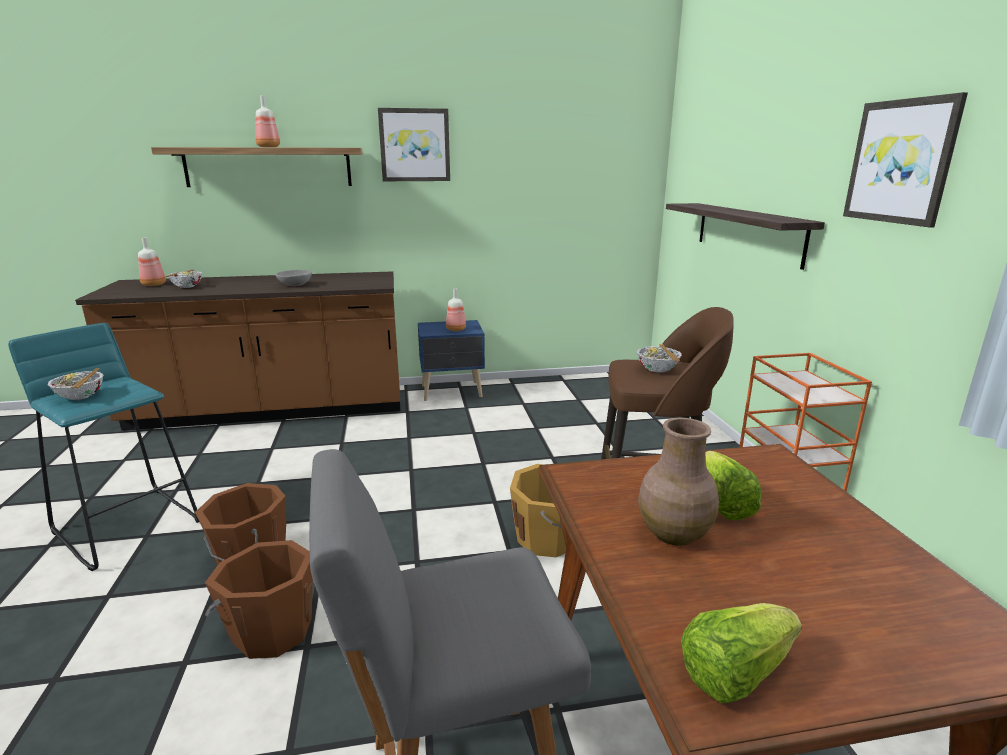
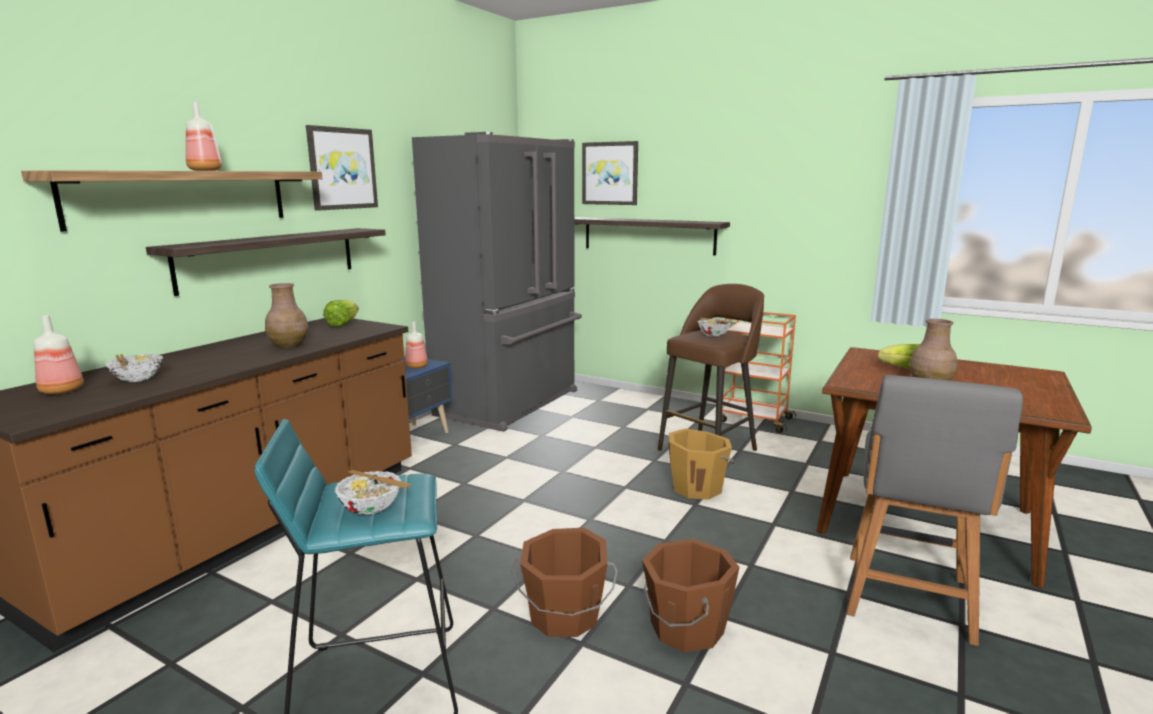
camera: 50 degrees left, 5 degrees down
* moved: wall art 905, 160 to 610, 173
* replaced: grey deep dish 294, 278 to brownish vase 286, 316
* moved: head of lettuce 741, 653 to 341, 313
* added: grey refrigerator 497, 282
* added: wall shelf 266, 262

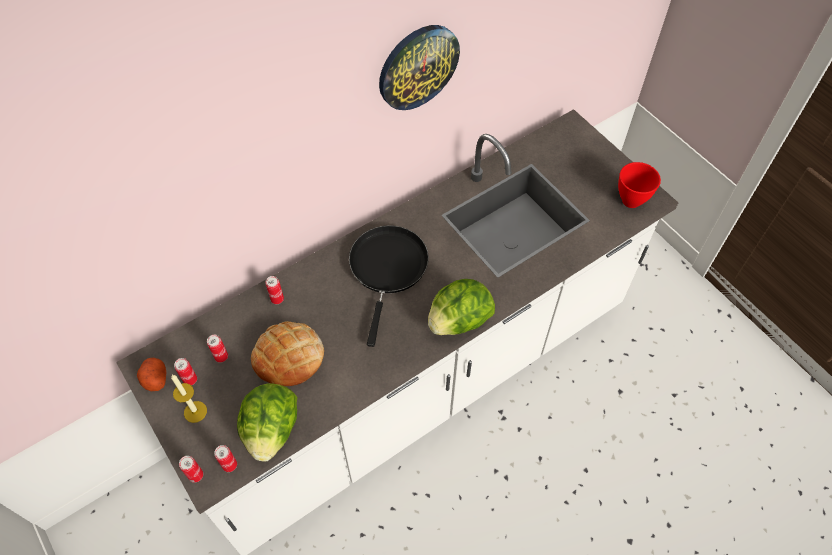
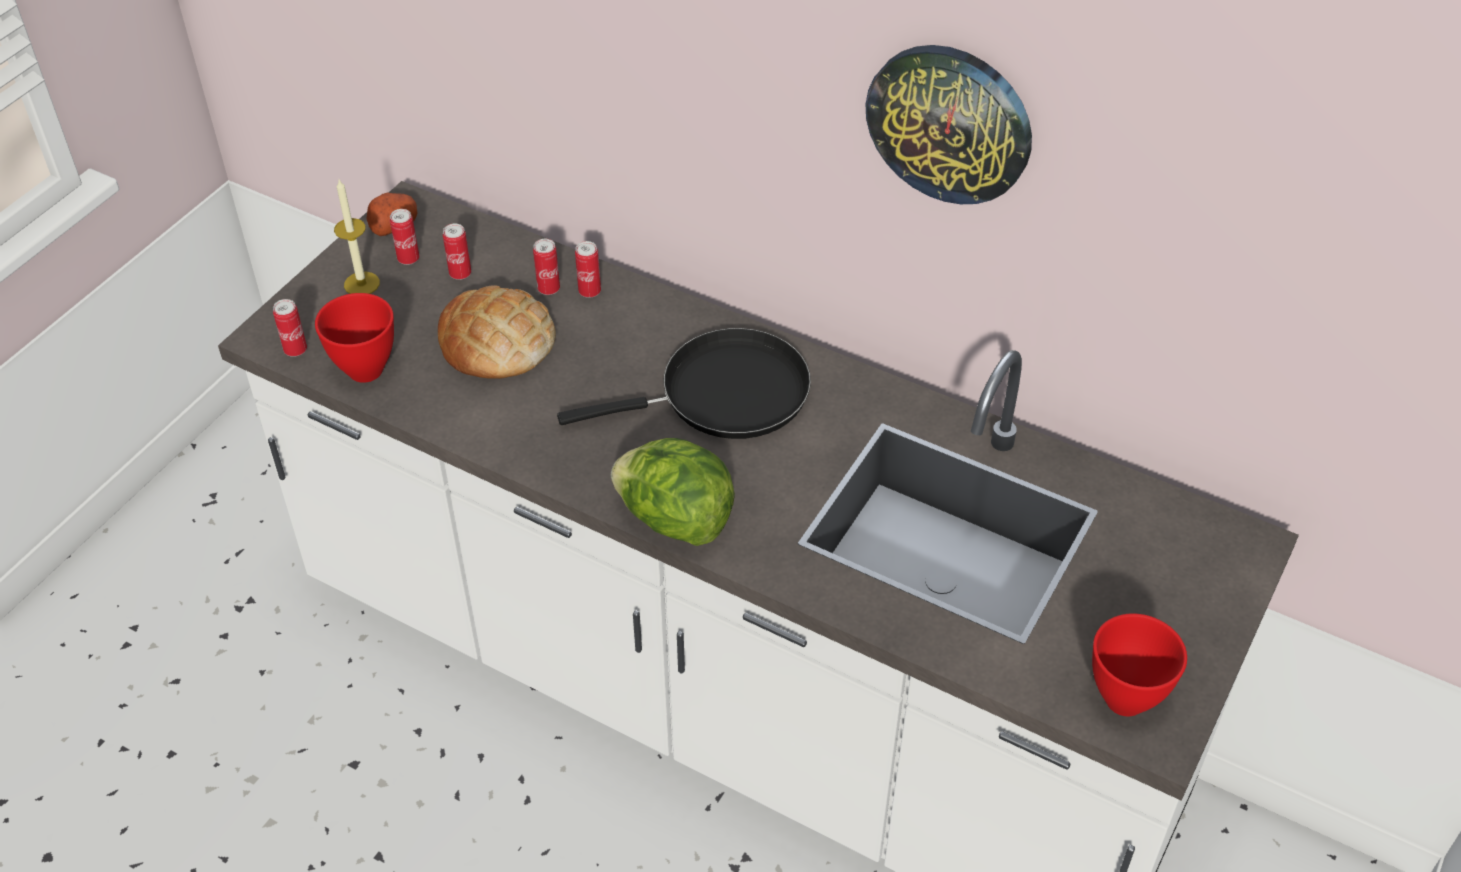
camera: 65 degrees right, 10 degrees down
* replaced: head of lettuce 267, 422 to red-coloured deep dish 354, 338
* moved: sealed can 191, 469 to 546, 267

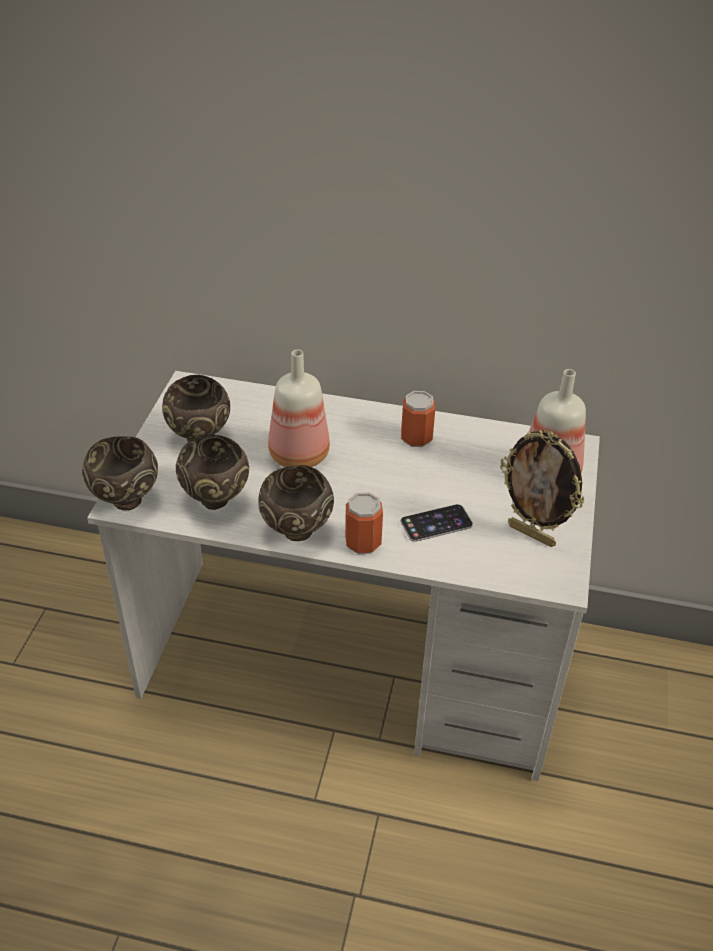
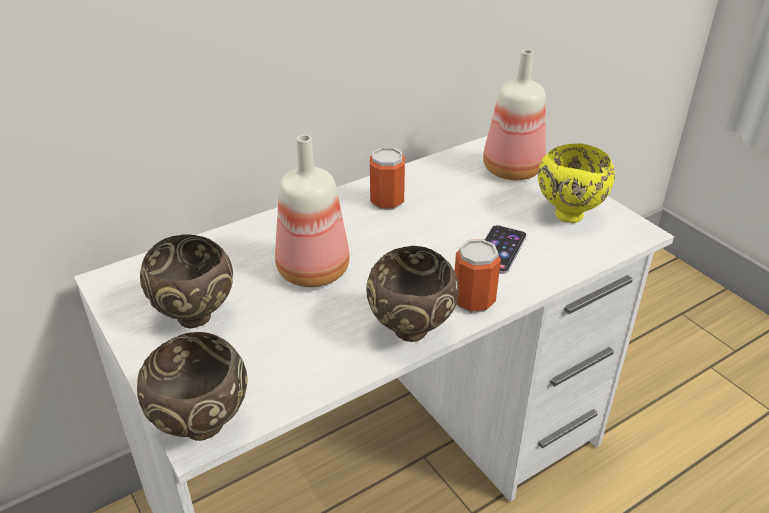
camera: 45 degrees left, 5 degrees down
* replaced: photo frame 542, 488 to yellow deep dish 576, 183
* removed: brownish deep dish 212, 472

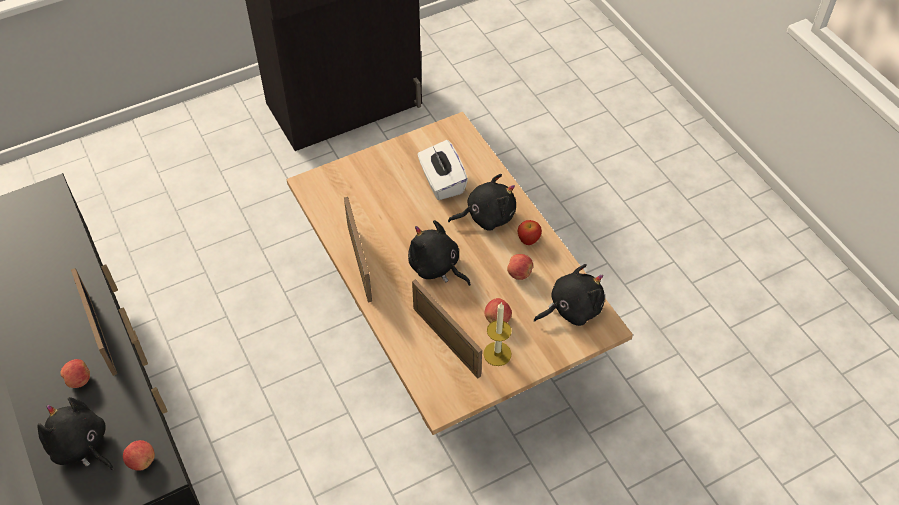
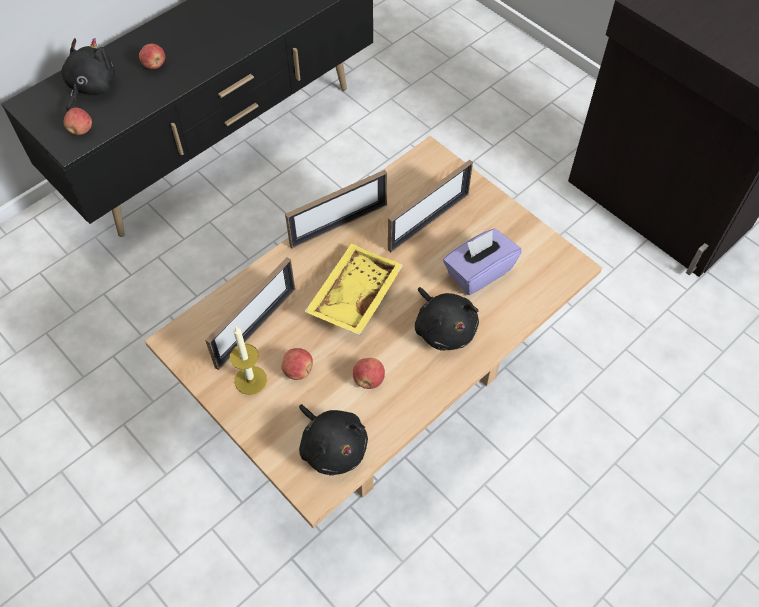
camera: 75 degrees right, 5 degrees up
* recoloured: white box of tissues 442, 170 to purplish box of tissues 482, 262
* replaced: blackish plush toy 439, 253 to yellow serving tray 353, 289
* removed: whole apple 530, 232
* moved: photo frame 94, 322 to 430, 206

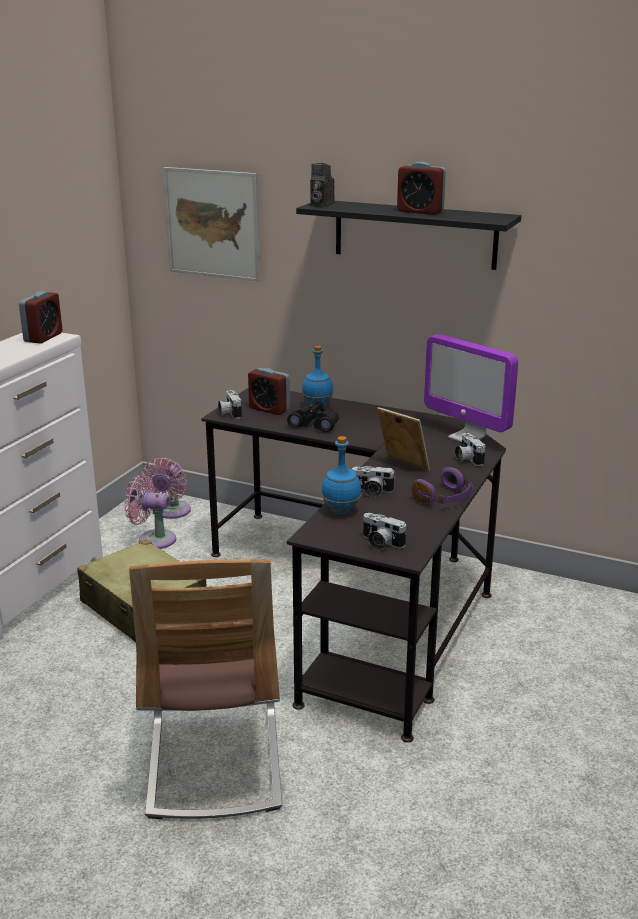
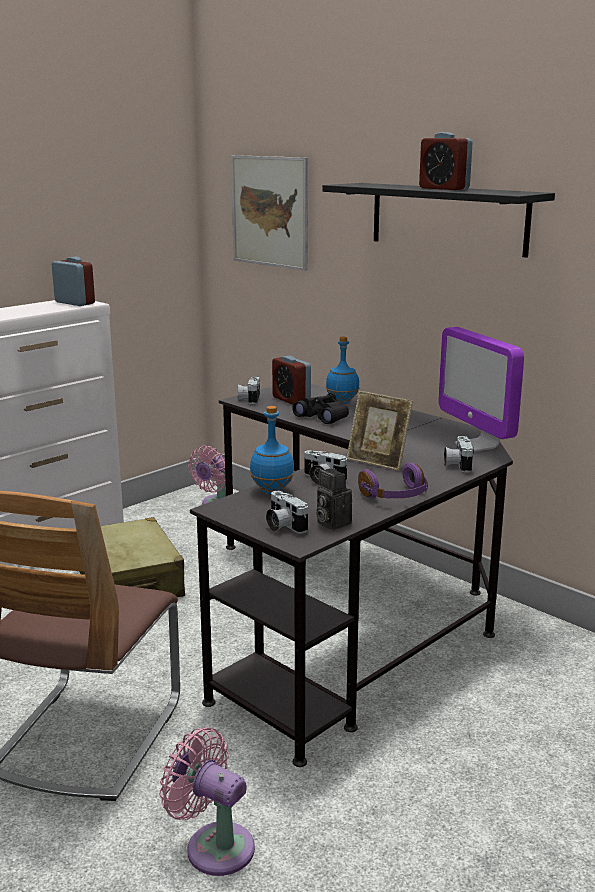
camera: 20 degrees right, 5 degrees down
* moved: photo camera 322, 185 to 334, 499
* turned: table clock 41, 317 = 73, 281 90 degrees counterclockwise
* turned: photo frame 403, 439 = 379, 430 150 degrees clockwise
* moved: pink fan 150, 512 to 207, 801

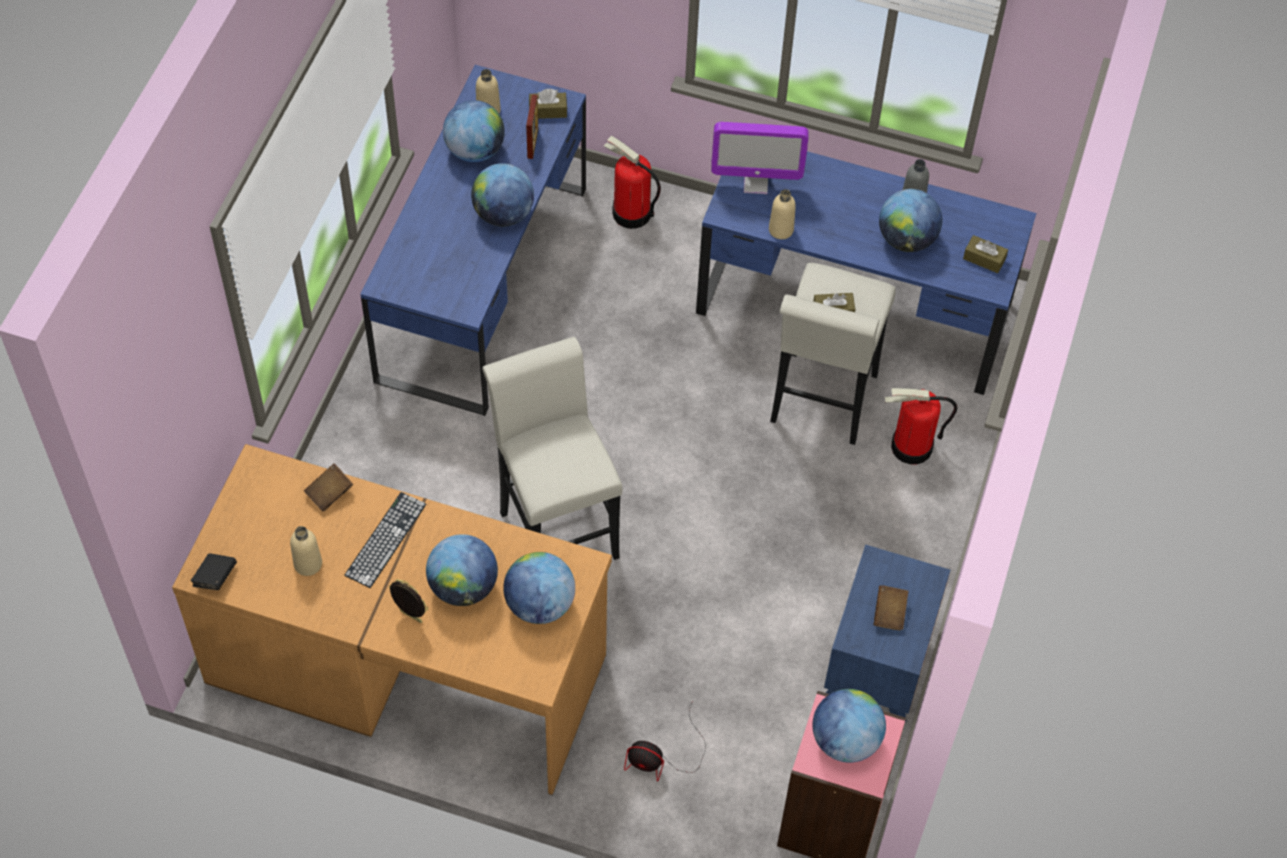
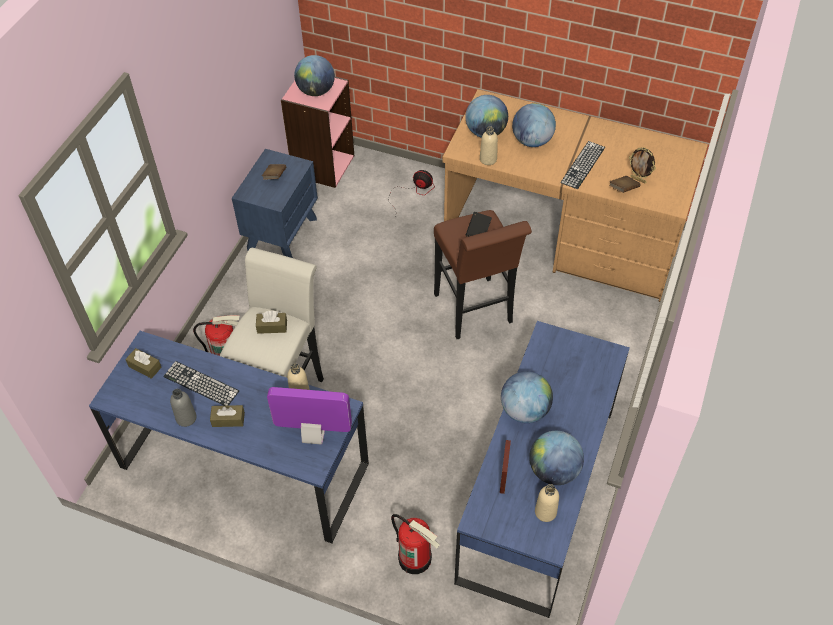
camera: 175 degrees left, 5 degrees down
* moved: brownish box of tissues 548, 104 to 227, 416
* replaced: desk globe 910, 220 to PC keyboard 201, 383
* recoloured: white stool seat 552, 448 to brownish stool seat 483, 274
* moved: beige drink bottle 306, 551 to 489, 146
* moved: blackish book 214, 571 to 479, 224
* moved: photo frame 408, 601 to 642, 165

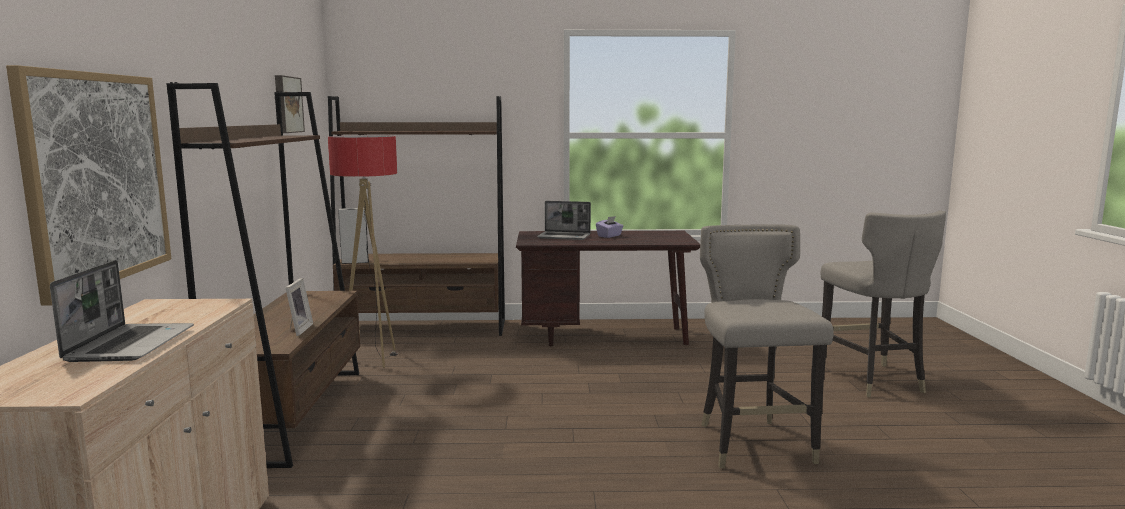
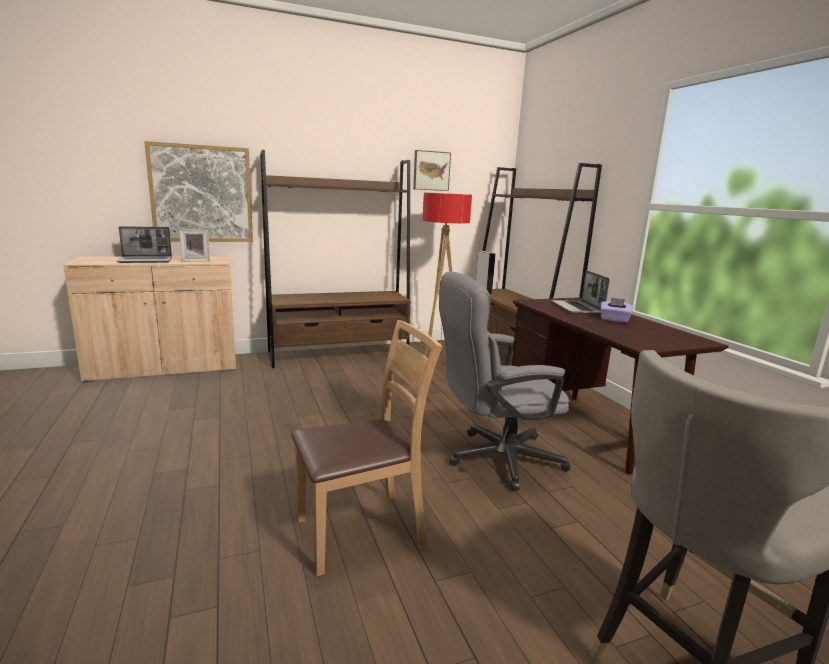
camera: 70 degrees right, 5 degrees up
* replaced: grey stool seat 767, 346 to brownish upright chair 366, 448
* moved: photo frame 299, 307 to 194, 245
* added: grey office chair 505, 381

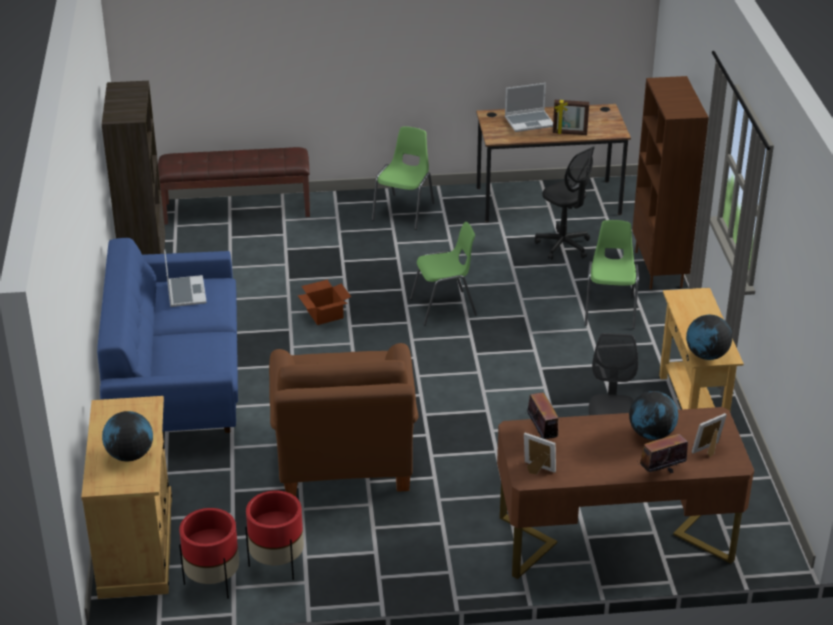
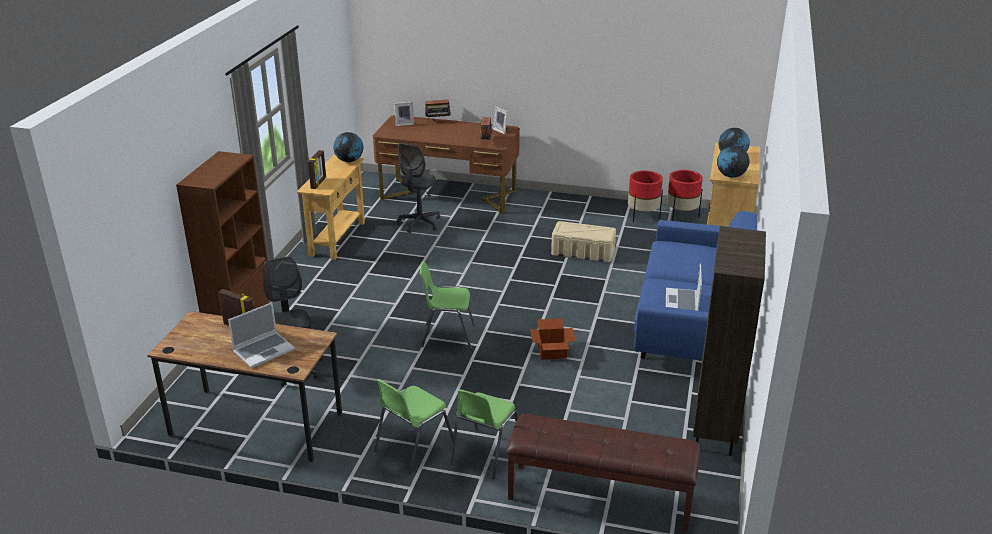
camera: 160 degrees left, 5 degrees down
* turned: laptop 529, 107 = 261, 335 135 degrees clockwise
* moved: green upright chair 612, 274 to 484, 434
* replaced: brownish armchair 343, 420 to beige storage box 583, 242
* moved: desk globe 653, 415 to 733, 162
* added: photo frame 317, 169

